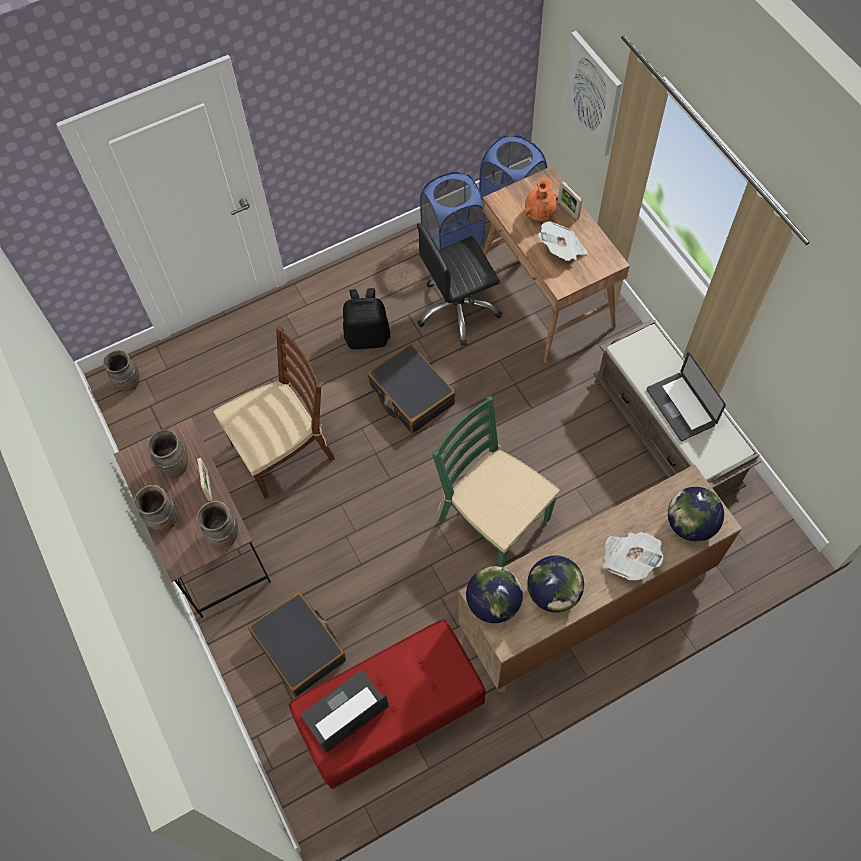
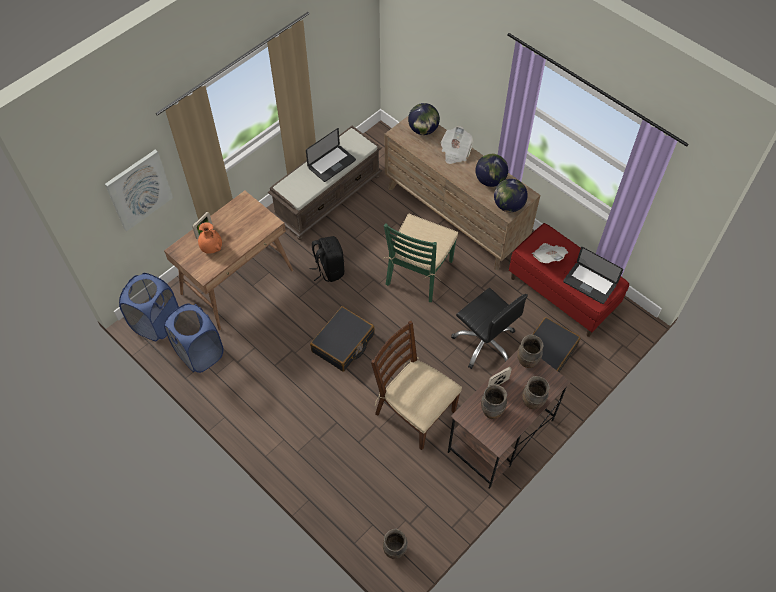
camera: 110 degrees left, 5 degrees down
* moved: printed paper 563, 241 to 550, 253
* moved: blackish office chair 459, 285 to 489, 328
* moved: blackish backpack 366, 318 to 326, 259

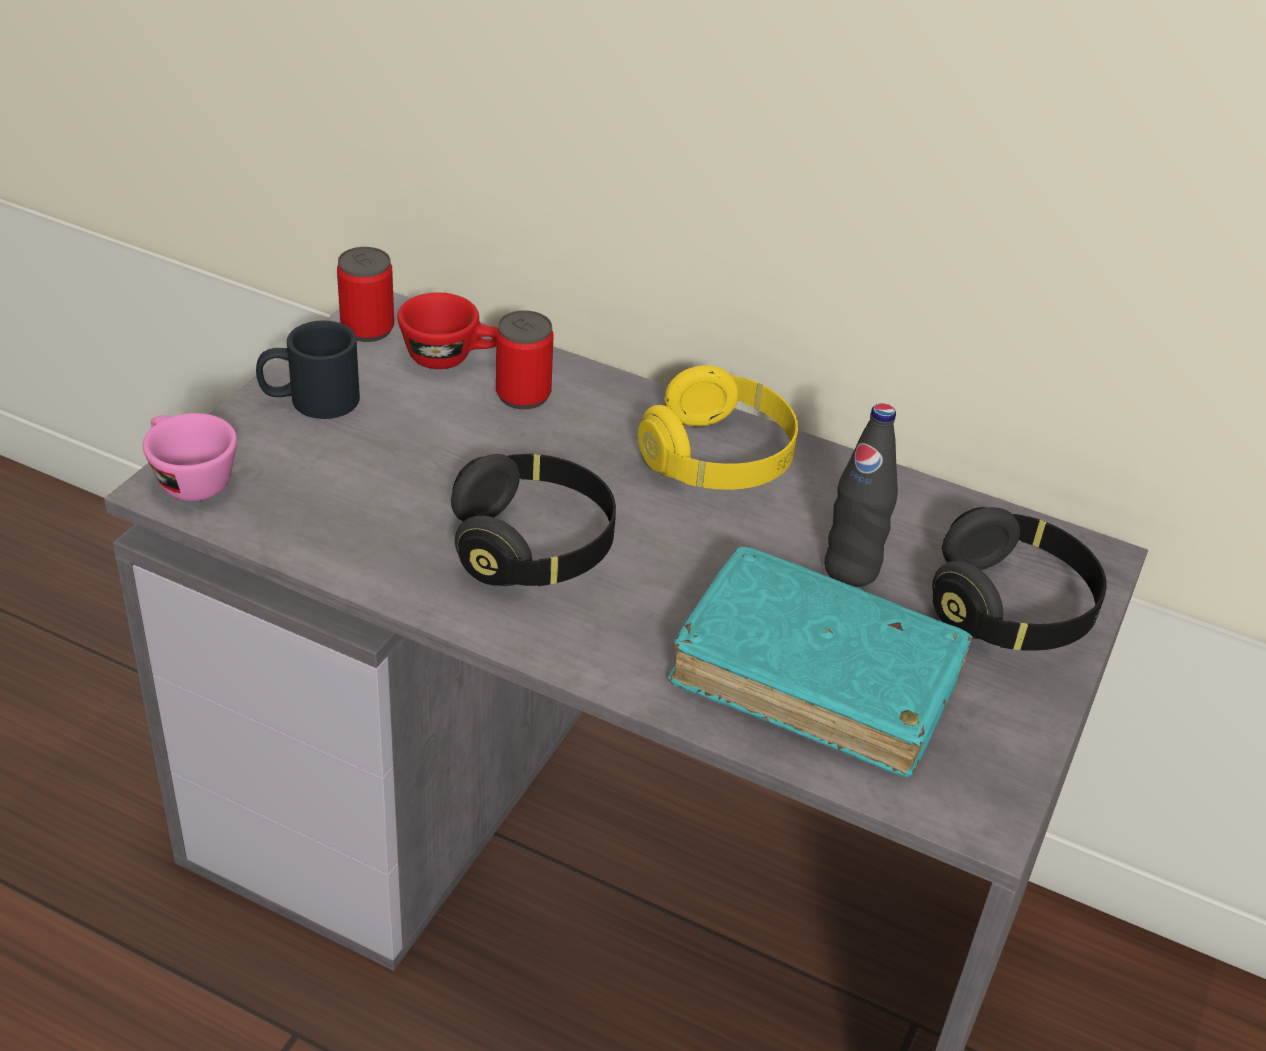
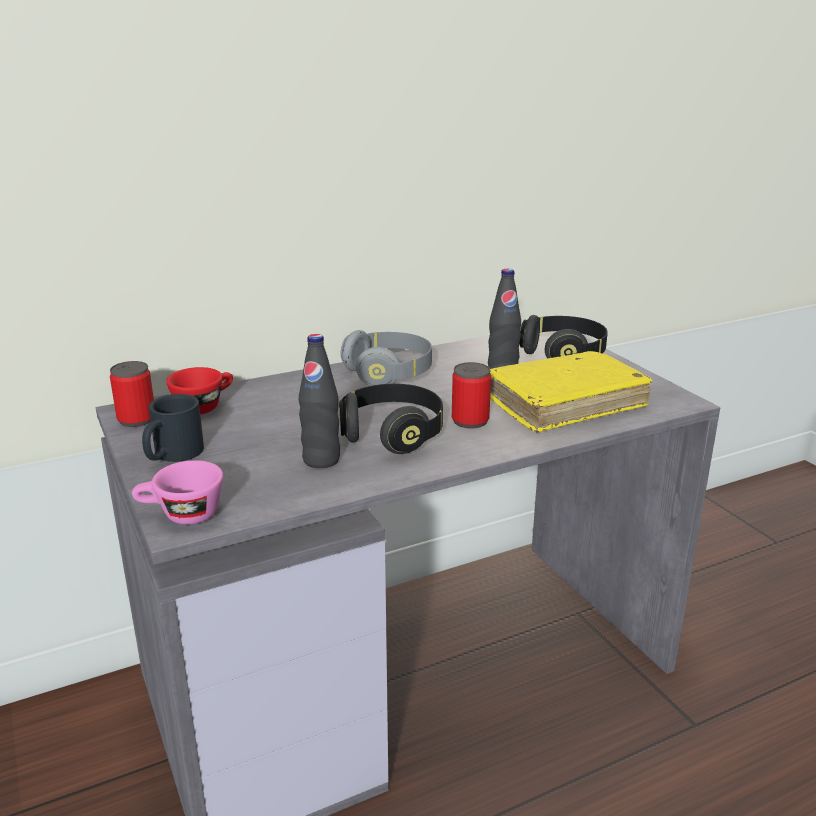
camera: 50 degrees left, 15 degrees down
* moved: sealed can 525, 359 to 471, 395
* recoloured: yellow pair of headphones 718, 427 to grey pair of headphones 386, 358
* recoloured: blue-green book 820, 661 to yellow book 571, 391
* added: blackish drink bottle 319, 401

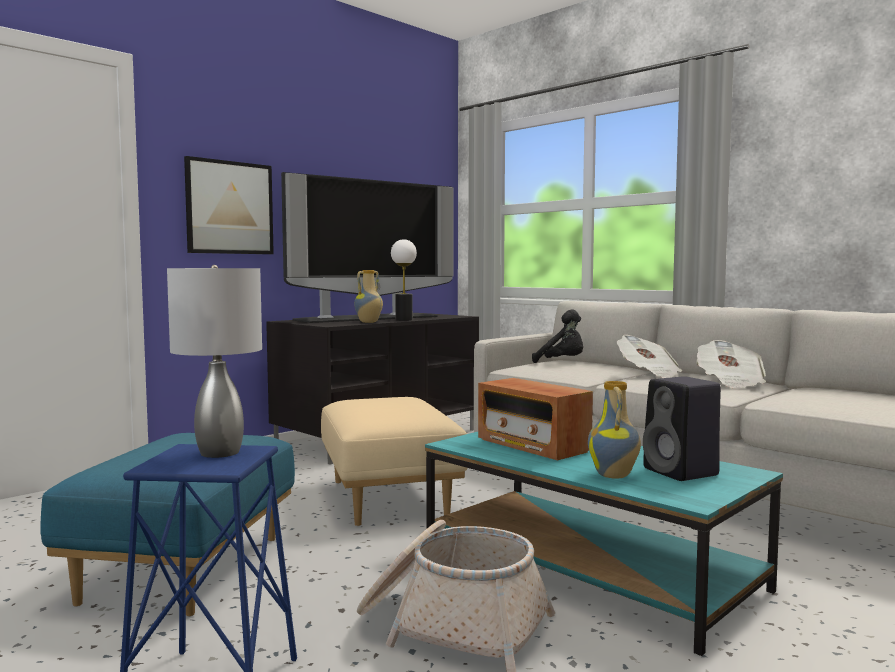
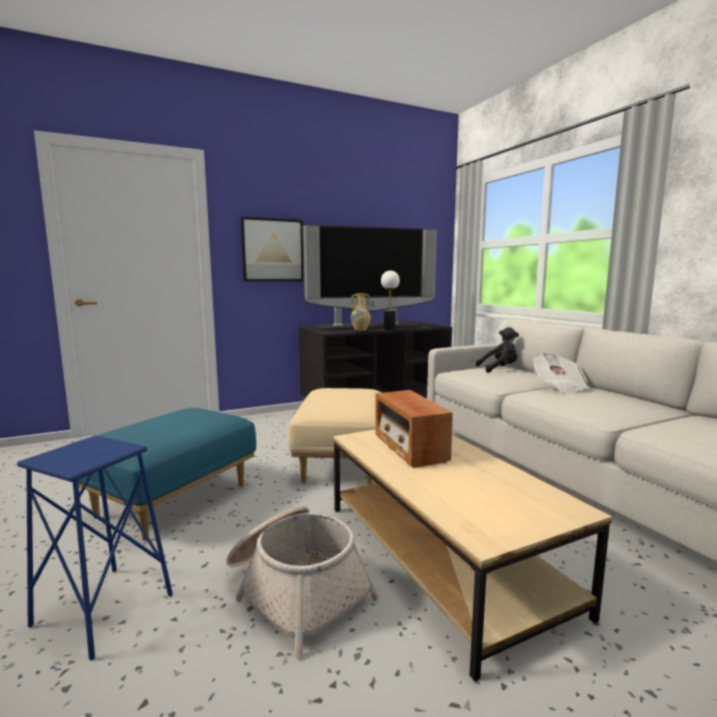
camera: 20 degrees right, 5 degrees up
* removed: grey tabletop lamp 214, 361
* turned: blackish plush toy 557, 336 = 497, 350 60 degrees counterclockwise
* removed: printed paper 731, 364
* removed: blackish loudspeaker 682, 428
* removed: vase 614, 430
* recoloured: blue-green low table 604, 544 to beige low table 472, 555

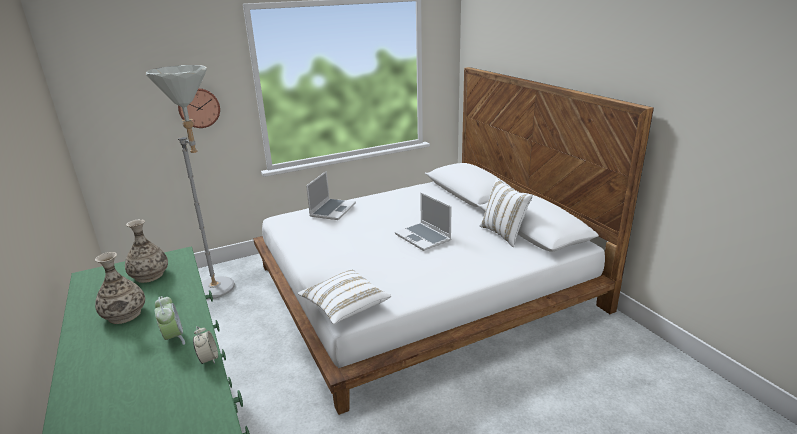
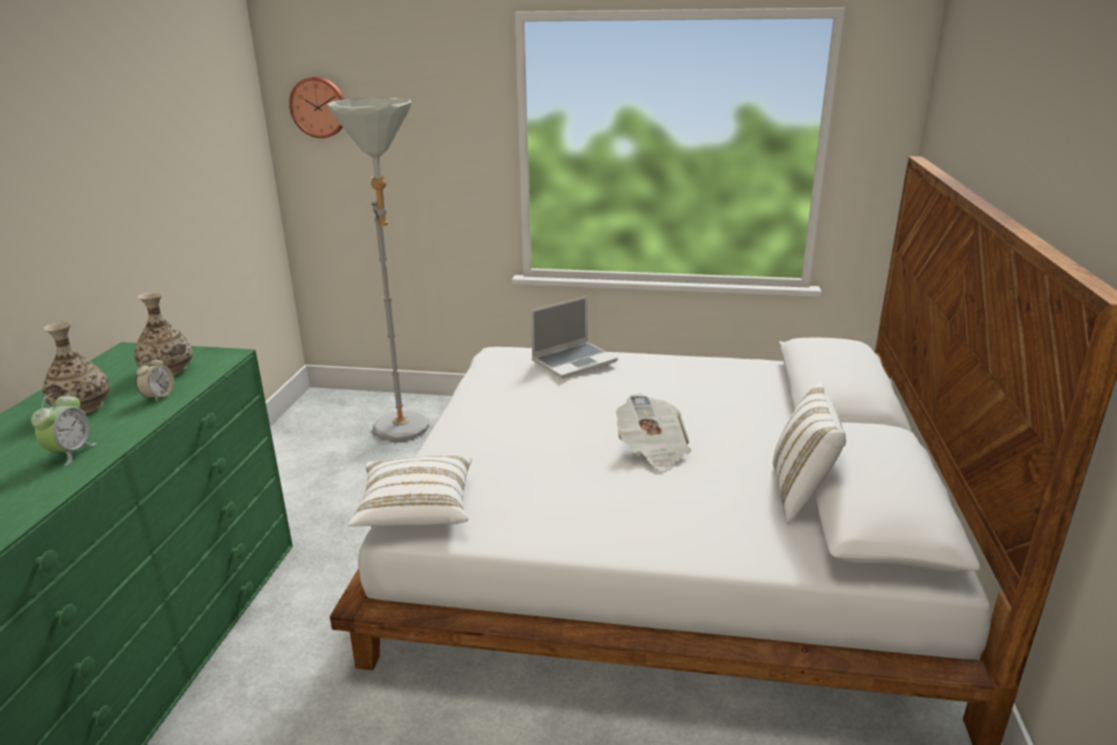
camera: 35 degrees right, 0 degrees up
* moved: wall clock 199, 108 to 317, 107
* replaced: laptop 423, 221 to printed paper 653, 432
* moved: table clock 205, 345 to 155, 379

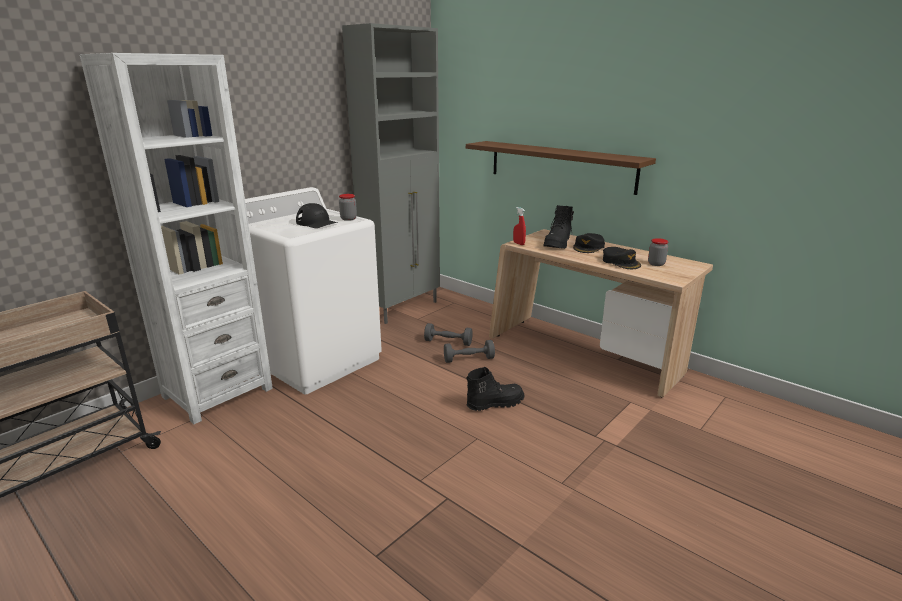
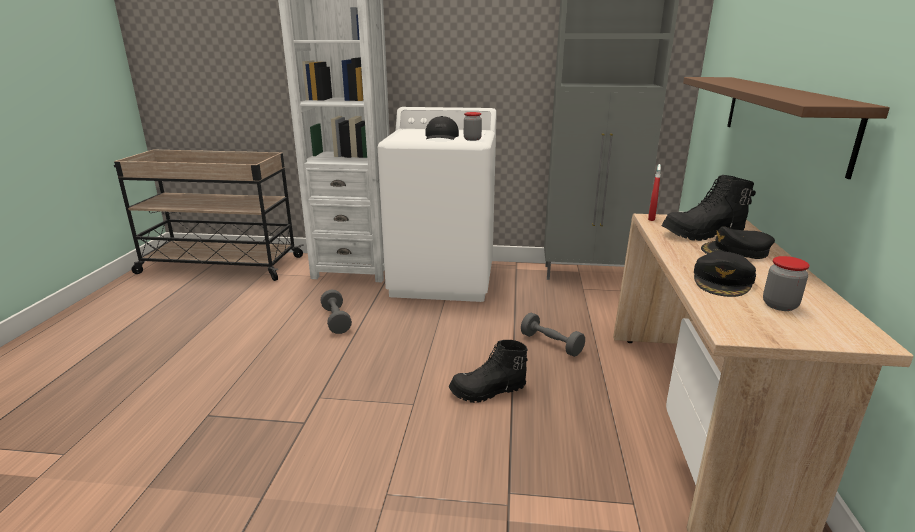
camera: 55 degrees right, 0 degrees up
* moved: grey free weight 448, 334 to 336, 312
* turned: blackish tall boot 496, 389 = 488, 371 135 degrees clockwise

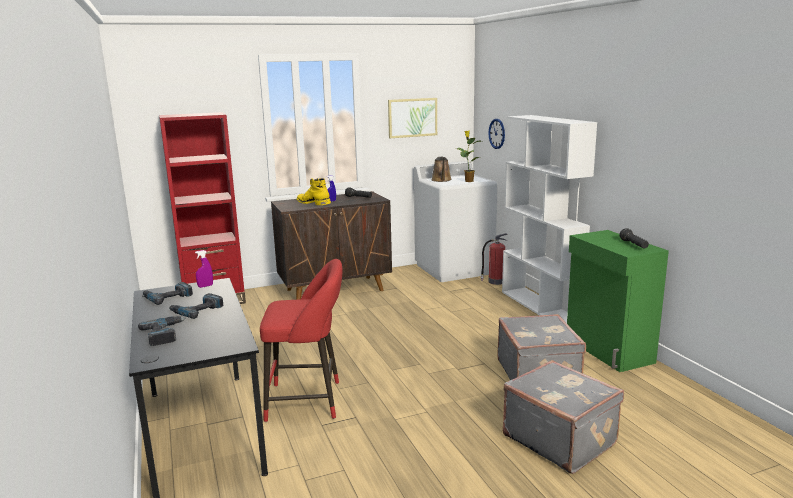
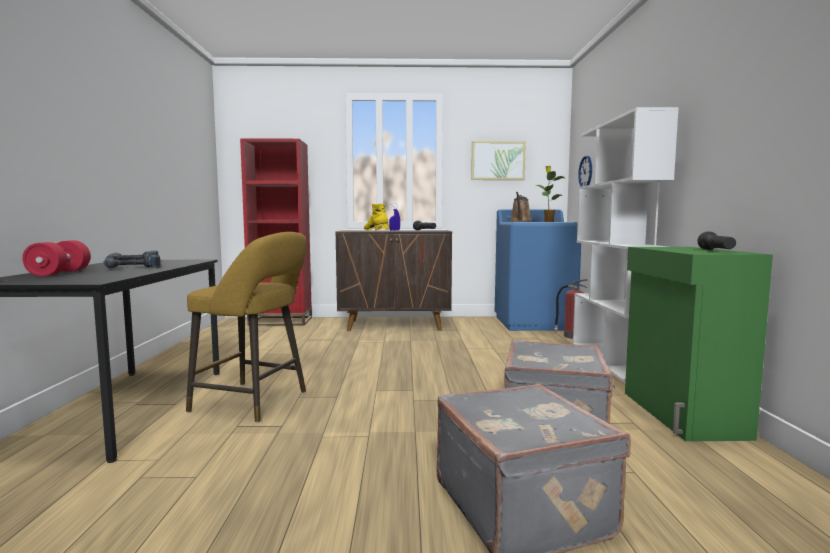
camera: 20 degrees right, 10 degrees down
* recoloured: white laundry machine 456, 221 to blue laundry machine 538, 270
* removed: purplish spray bottle 204, 269
* recoloured: red-coloured stool seat 301, 340 to yellow stool seat 246, 327
* replaced: drill 162, 331 to red-coloured free weight 56, 258

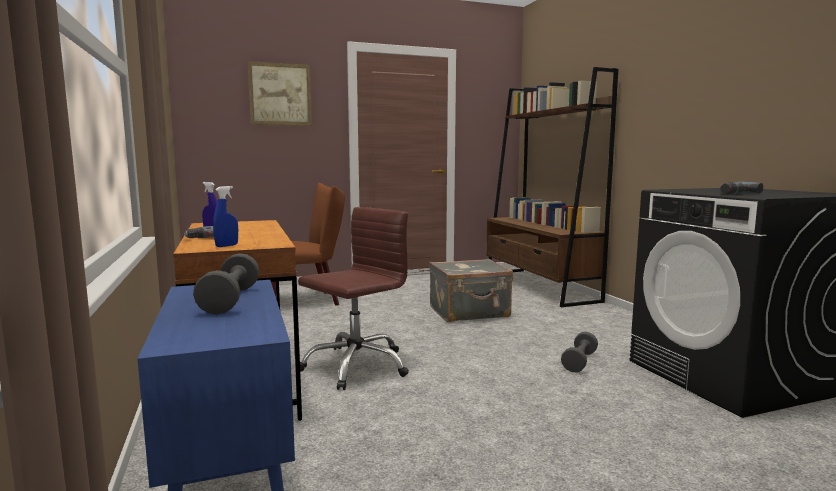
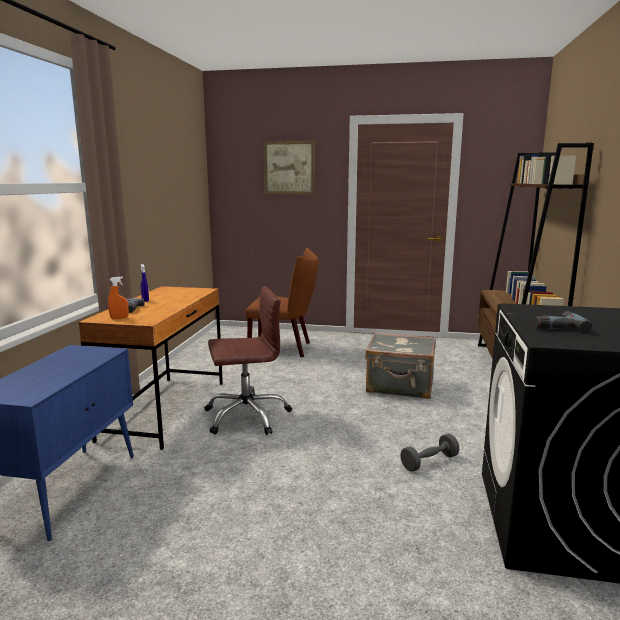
camera: 30 degrees right, 5 degrees up
* recoloured: blue spray bottle 225, 216 to orange-coloured spray bottle 118, 297
* removed: grey free weight 226, 284

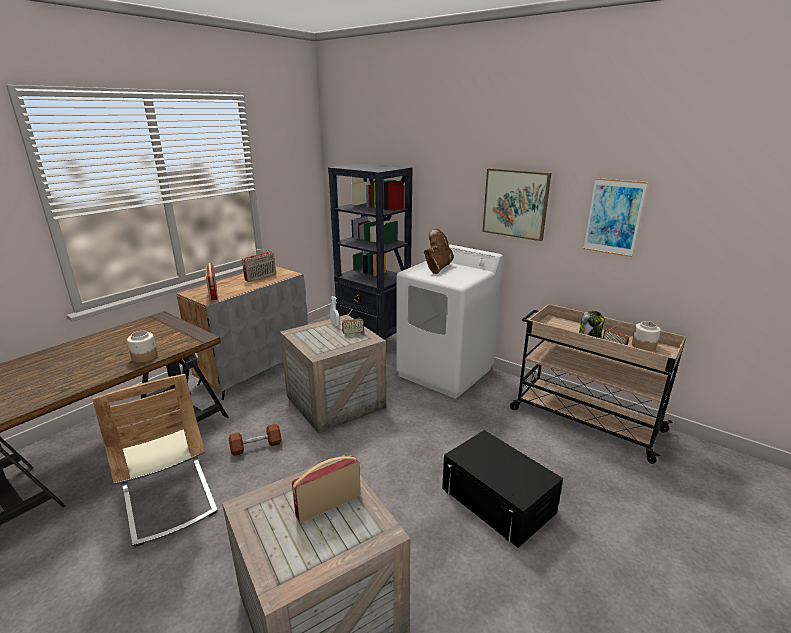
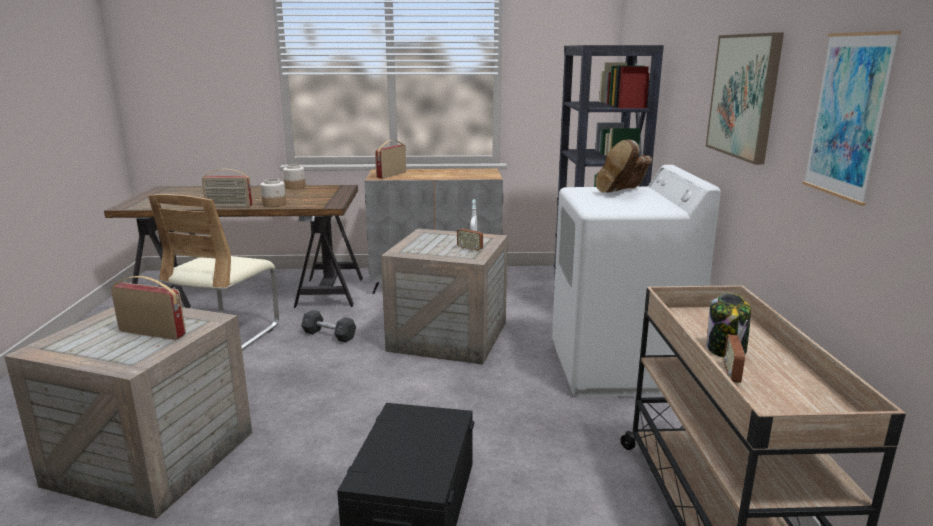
camera: 50 degrees right, 5 degrees down
* turned: brownish tall boot 439, 251 = 623, 166 150 degrees clockwise
* moved: radio set 259, 265 to 227, 188
* moved: jar 646, 336 to 294, 176
* recoloured: brownish free weight 255, 440 to grey free weight 328, 326

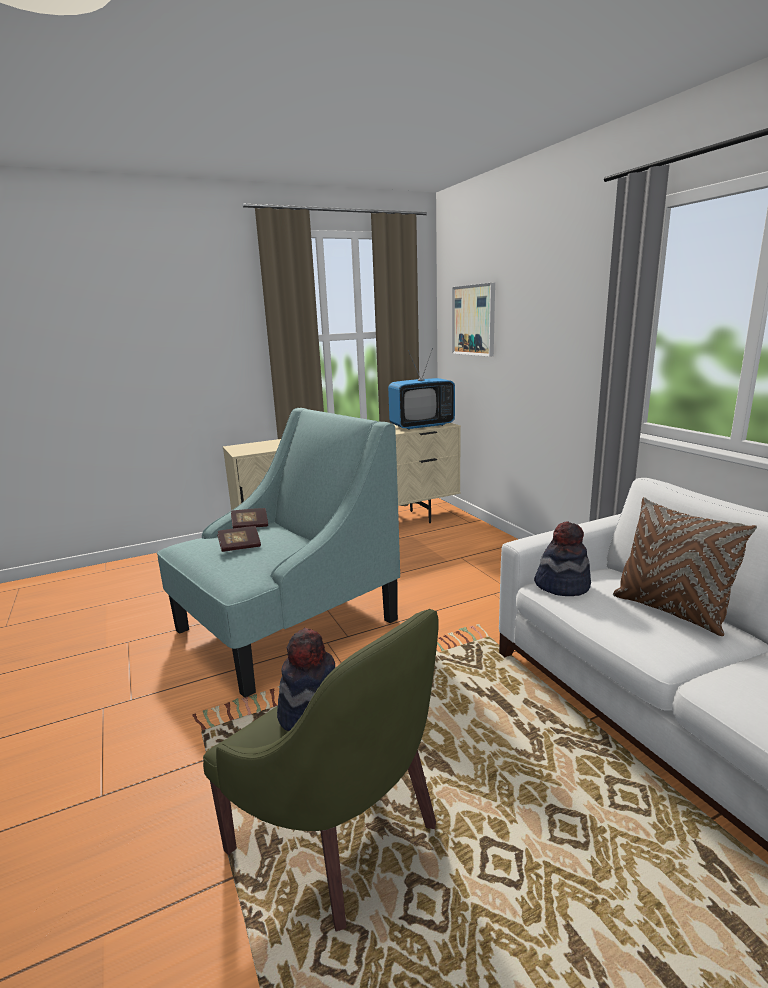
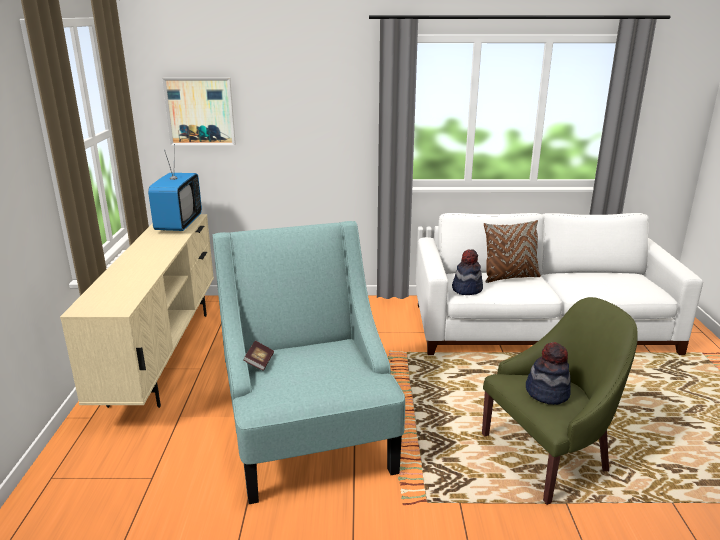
camera: 65 degrees left, 5 degrees up
* removed: book 239, 539

